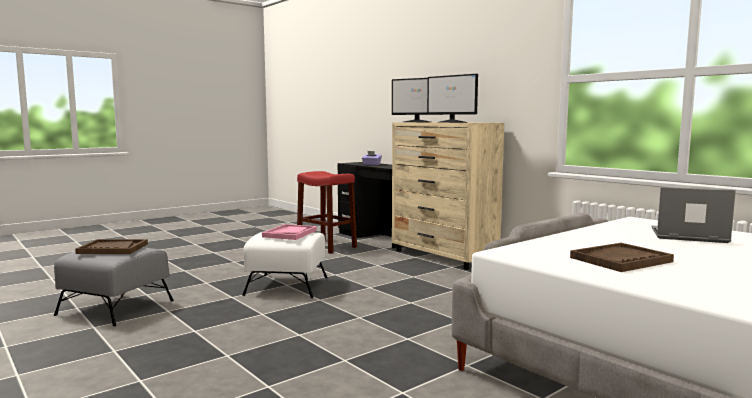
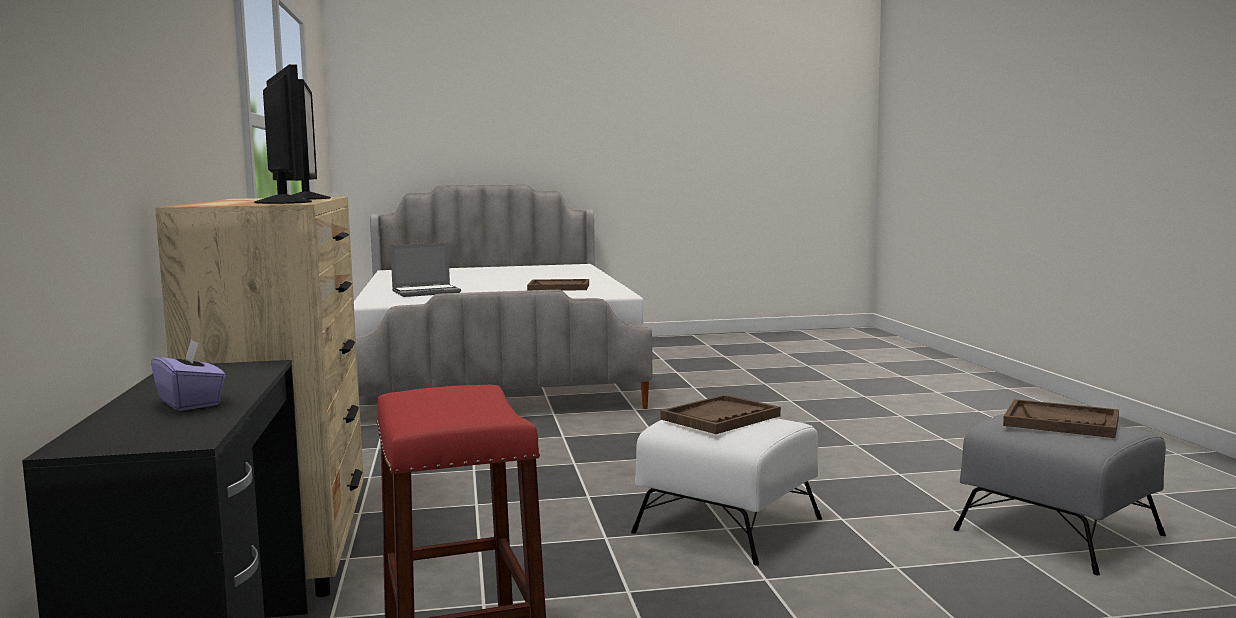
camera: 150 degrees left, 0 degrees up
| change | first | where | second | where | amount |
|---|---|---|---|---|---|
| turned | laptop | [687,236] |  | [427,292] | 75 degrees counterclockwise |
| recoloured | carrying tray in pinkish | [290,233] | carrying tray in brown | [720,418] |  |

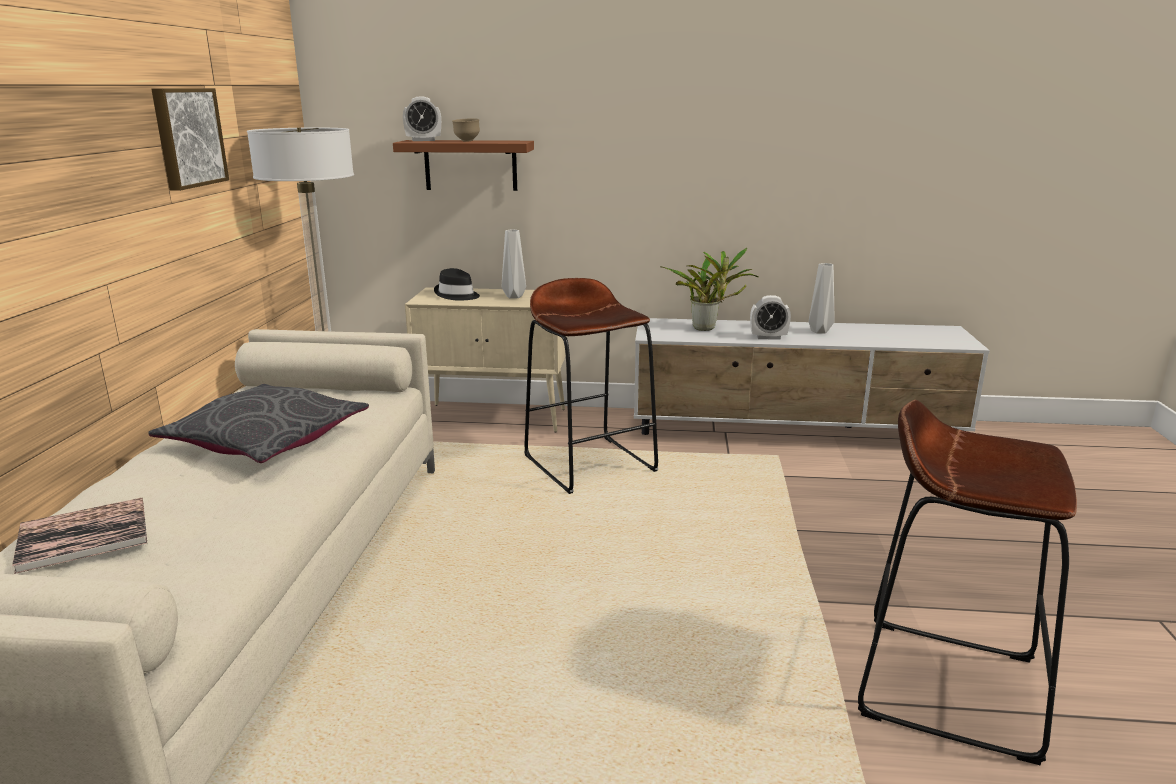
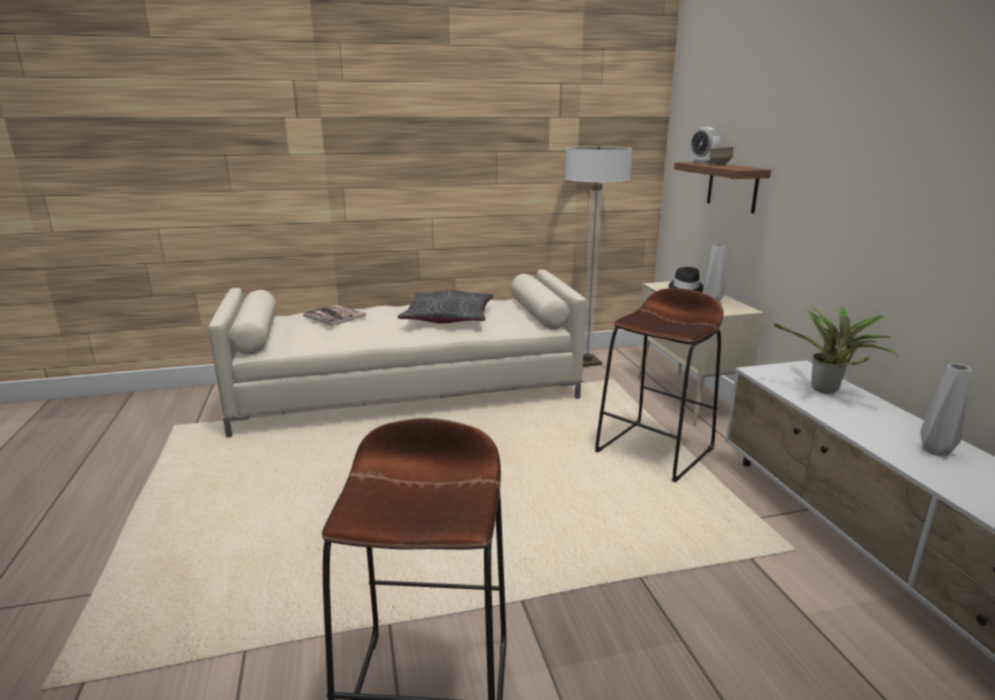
camera: 70 degrees right, 0 degrees up
| change | first | where | second | where | amount |
|---|---|---|---|---|---|
| removed | wall picture | [187,137] |  |  |  |
| removed | table clock | [768,337] |  |  |  |

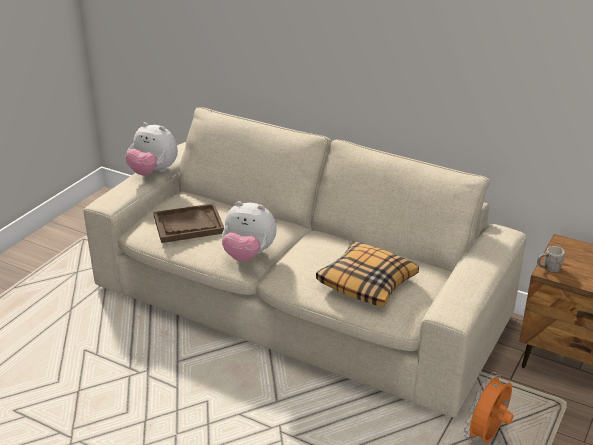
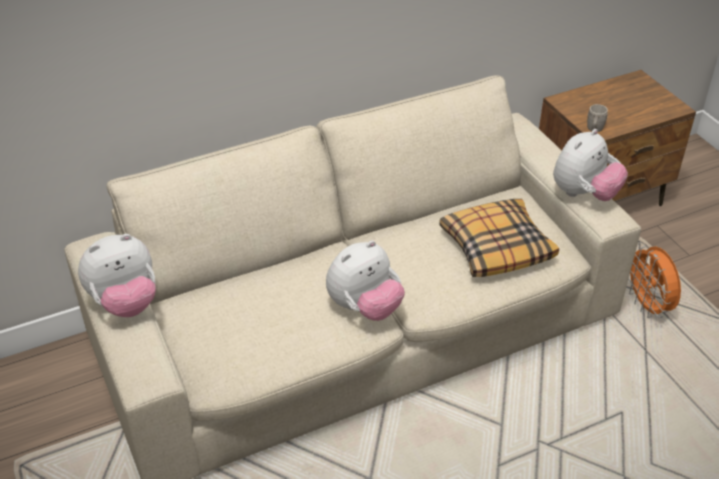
camera: 55 degrees left, 10 degrees up
| change | first | where | second | where | amount |
|---|---|---|---|---|---|
| added |  |  | plush toy | [584,194] |  |
| removed | carrying tray in brown | [188,225] |  |  |  |

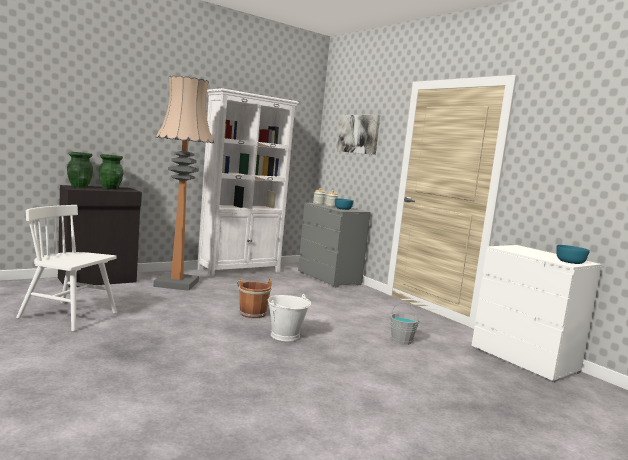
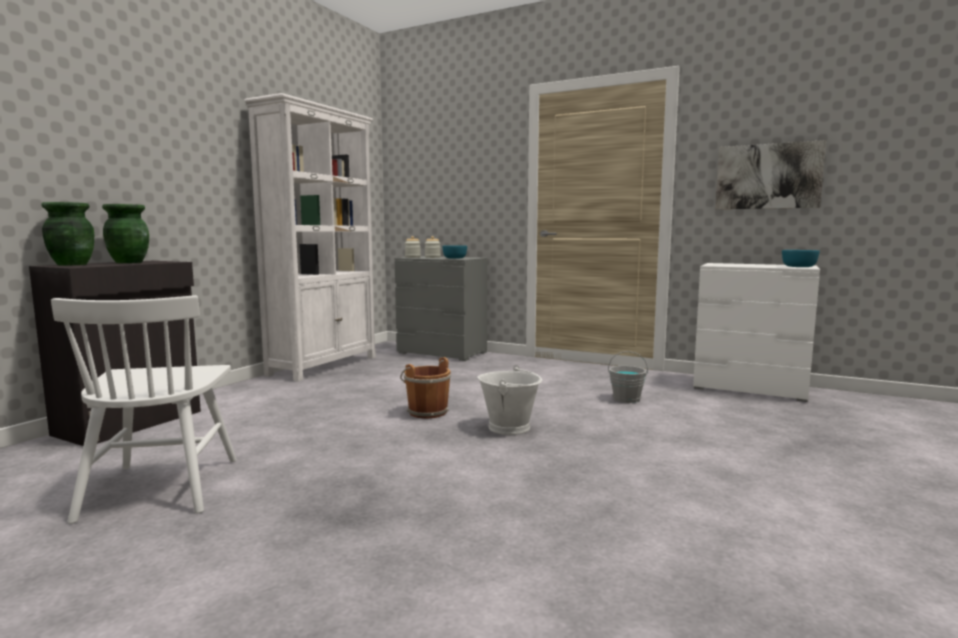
camera: 25 degrees left, 0 degrees up
| change | first | where | second | where | amount |
|---|---|---|---|---|---|
| turned | chair in whitish | [68,315] |  | [161,488] | 90 degrees counterclockwise |
| moved | wall picture | [358,134] |  | [768,176] |  |
| removed | floor lamp | [176,284] |  |  |  |

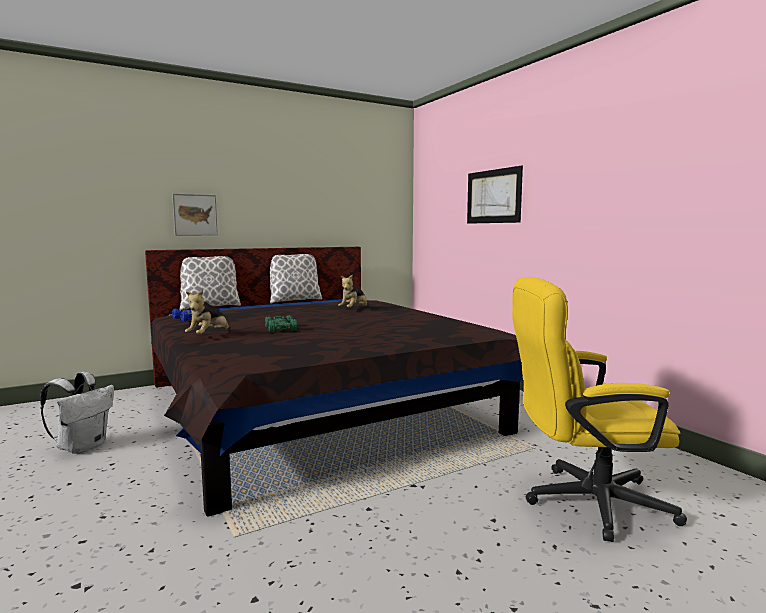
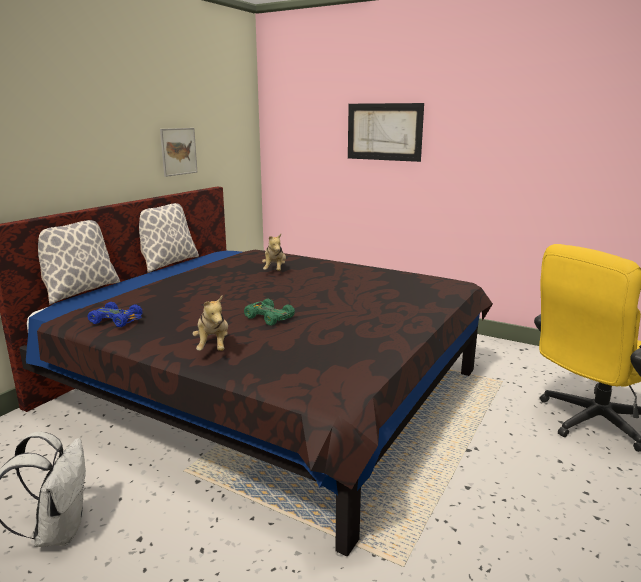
camera: 30 degrees left, 10 degrees up
| change | first | where | second | where | amount |
|---|---|---|---|---|---|
| moved | wall picture | [195,215] |  | [178,151] |  |

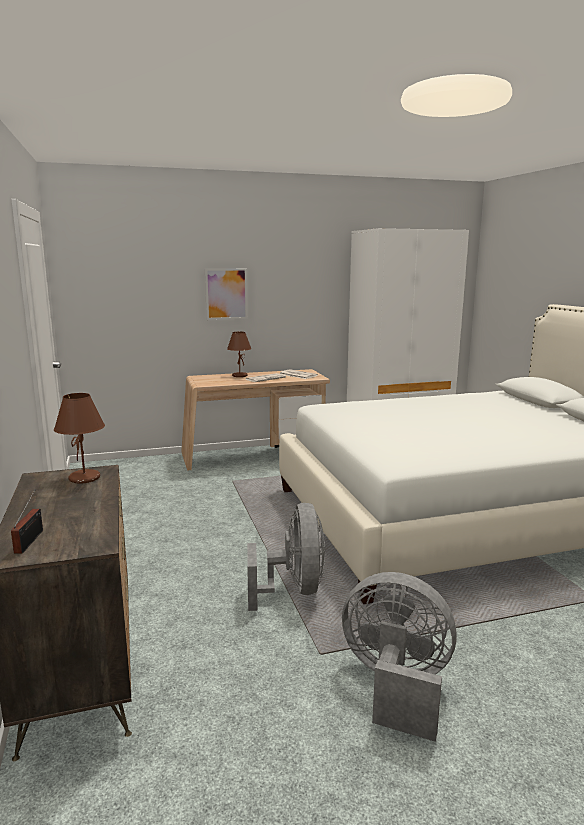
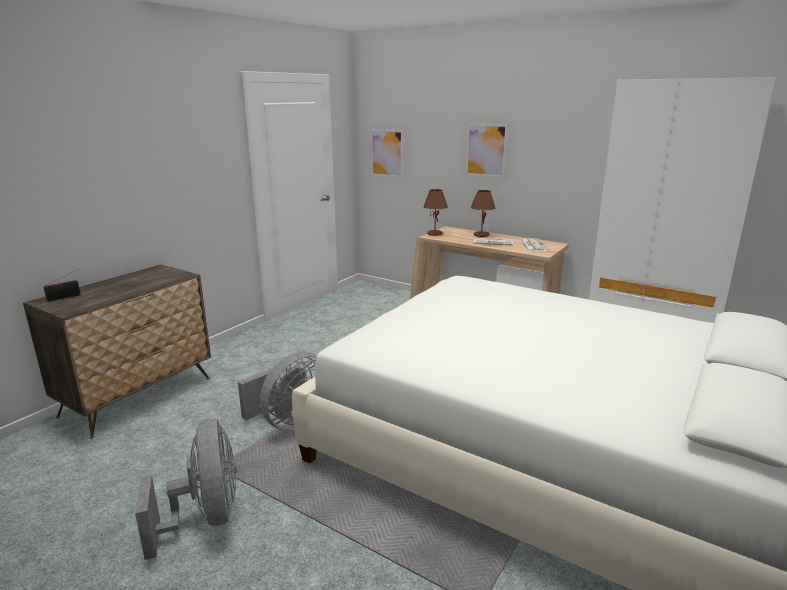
camera: 50 degrees right, 5 degrees up
| change | first | where | second | where | amount |
|---|---|---|---|---|---|
| added |  |  | wall picture | [387,153] |  |
| moved | table lamp in brown | [85,478] |  | [434,234] |  |

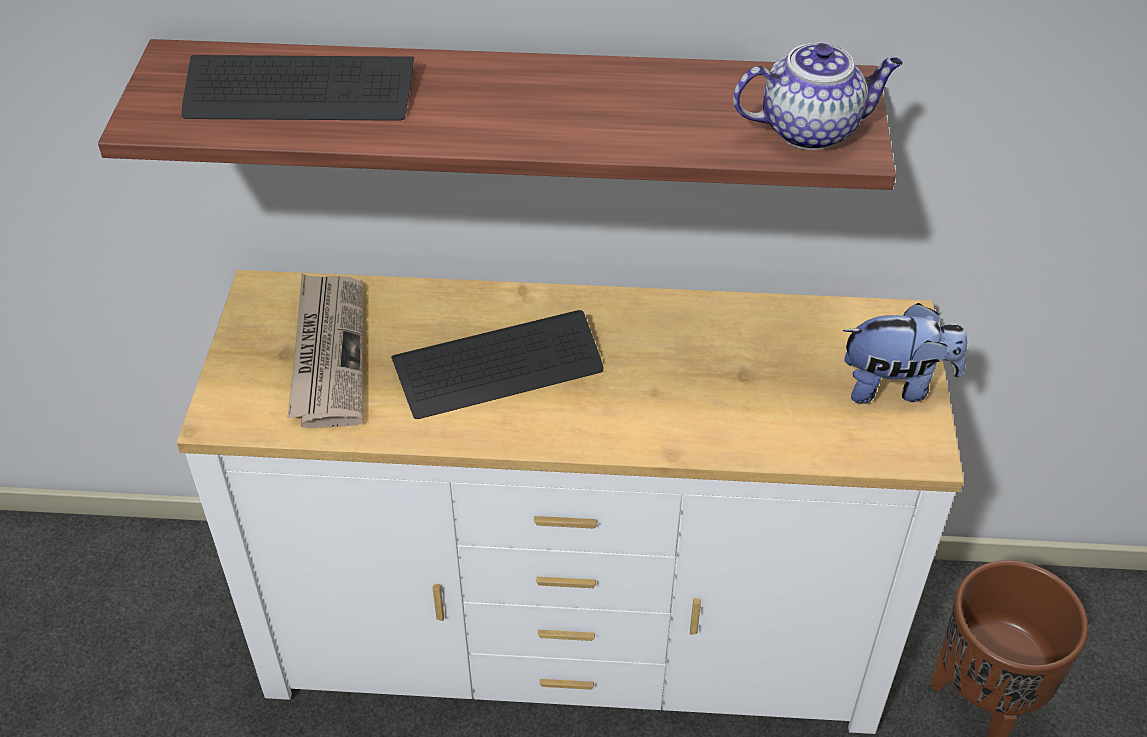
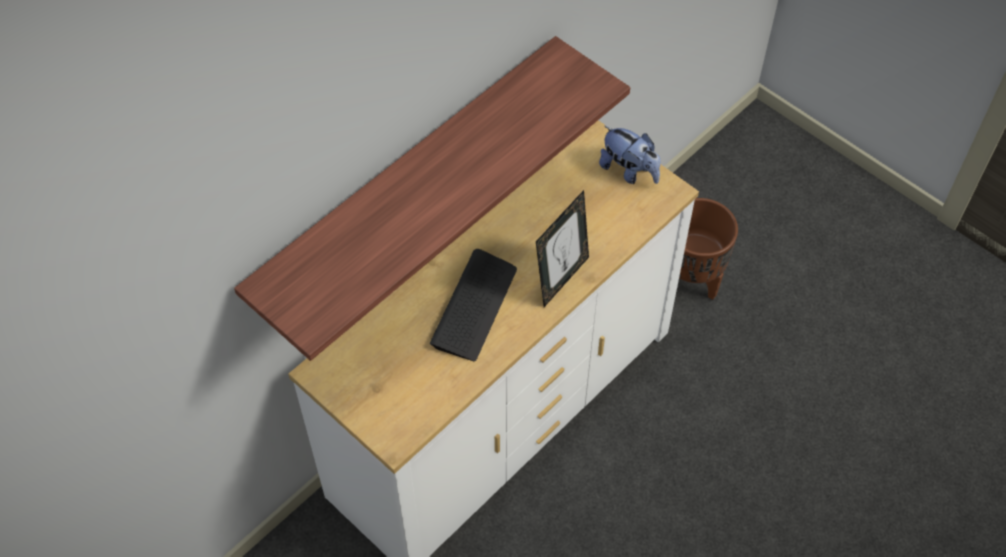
camera: 50 degrees left, 10 degrees up
| change | first | where | second | where | amount |
|---|---|---|---|---|---|
| added |  |  | standing frame | [561,278] |  |
| turned | plush toy | [895,386] |  | [629,171] | 90 degrees clockwise |
| removed | computer keyboard | [299,93] |  |  |  |
| removed | printed paper | [327,353] |  |  |  |
| removed | tea pot | [811,129] |  |  |  |

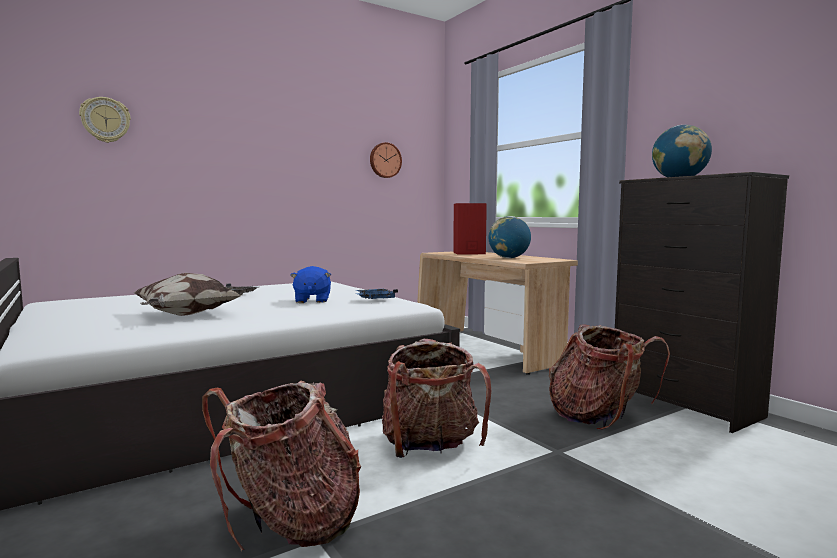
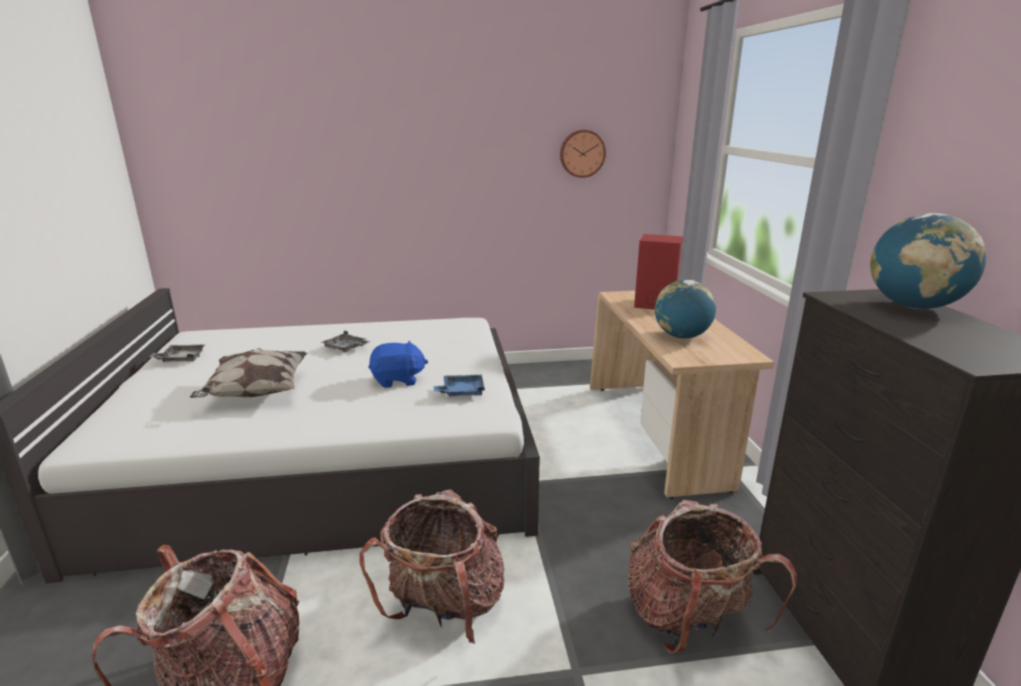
camera: 25 degrees right, 15 degrees up
| change | first | where | second | where | amount |
|---|---|---|---|---|---|
| added |  |  | carrying tray in greyish | [181,359] |  |
| turned | plush toy in bluish | [312,300] |  | [398,380] | 120 degrees counterclockwise |
| removed | hanging clock | [105,120] |  |  |  |

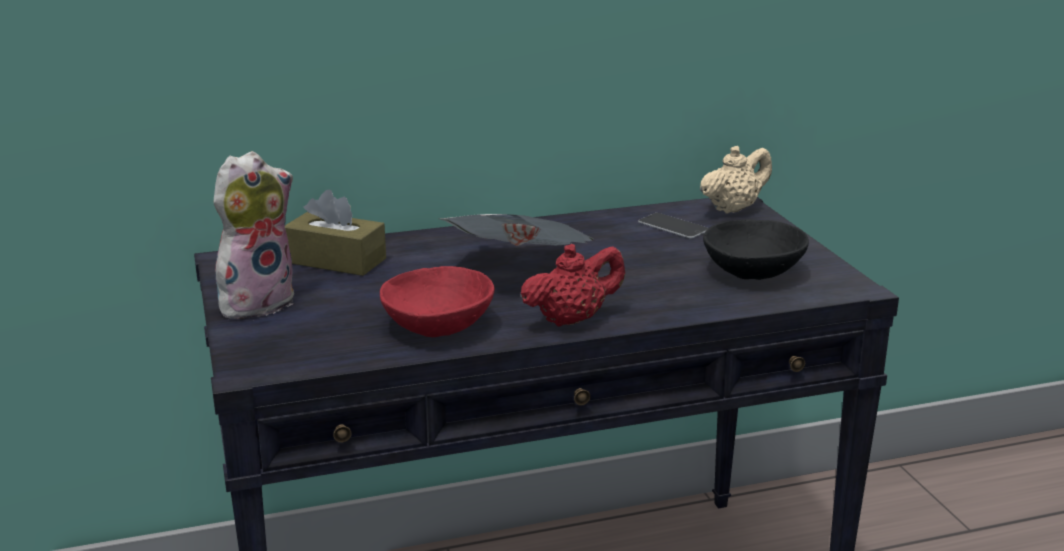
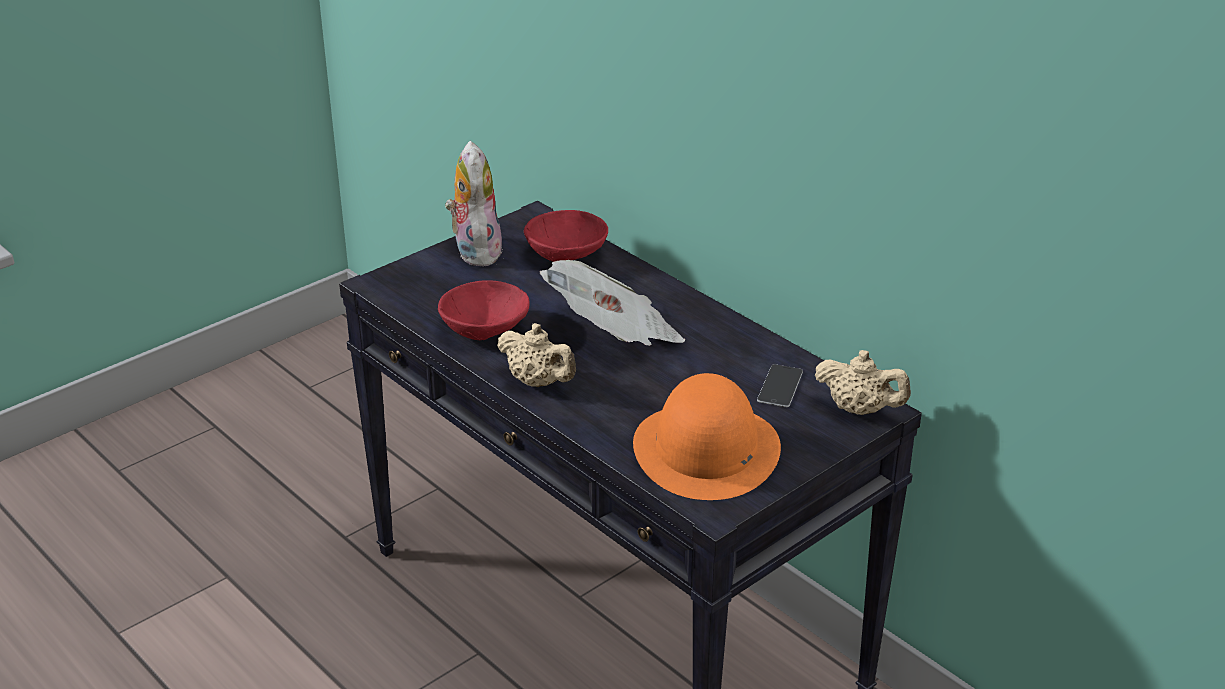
camera: 65 degrees right, 10 degrees up
| change | first | where | second | where | amount |
|---|---|---|---|---|---|
| turned | plush toy | [257,302] |  | [474,251] | 120 degrees counterclockwise |
| recoloured | tea pot in reddish | [572,319] | tea pot in beige | [538,382] |  |
| replaced | tissue holder in brown | [336,260] | serving bowl in reddish | [568,256] |  |
| replaced | serving bowl in black | [754,272] | wearable hat in orangey | [706,450] |  |

